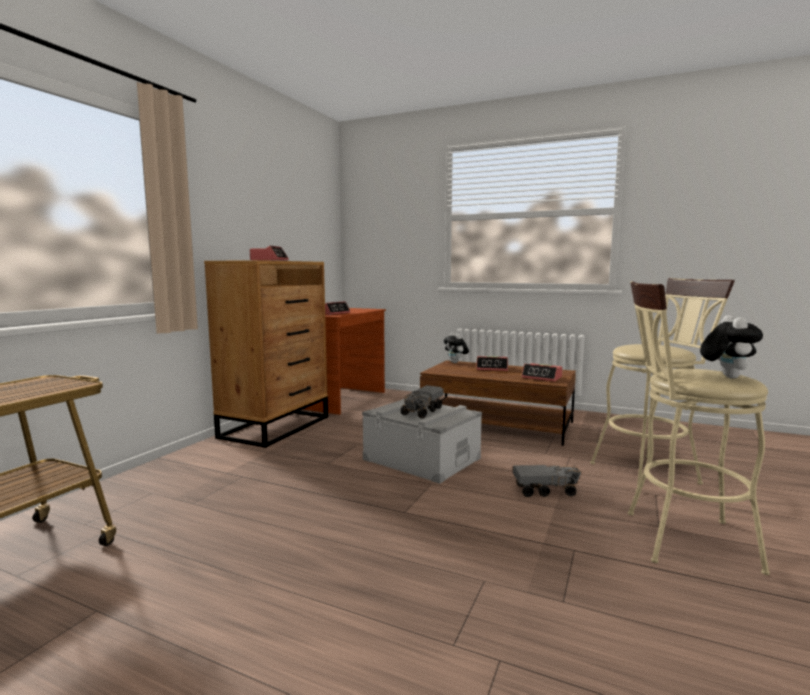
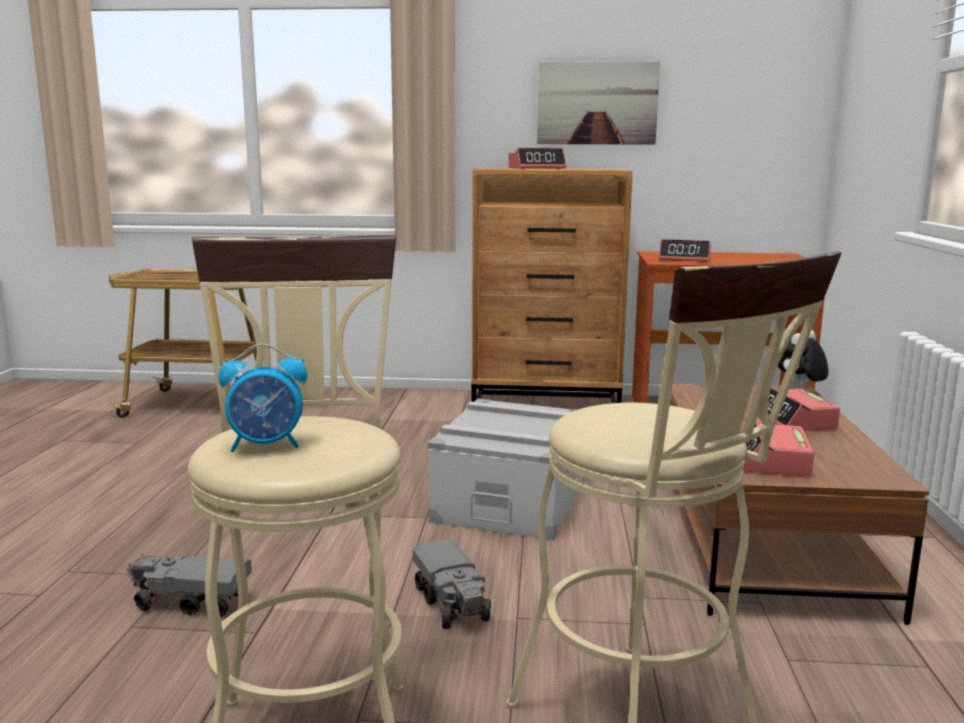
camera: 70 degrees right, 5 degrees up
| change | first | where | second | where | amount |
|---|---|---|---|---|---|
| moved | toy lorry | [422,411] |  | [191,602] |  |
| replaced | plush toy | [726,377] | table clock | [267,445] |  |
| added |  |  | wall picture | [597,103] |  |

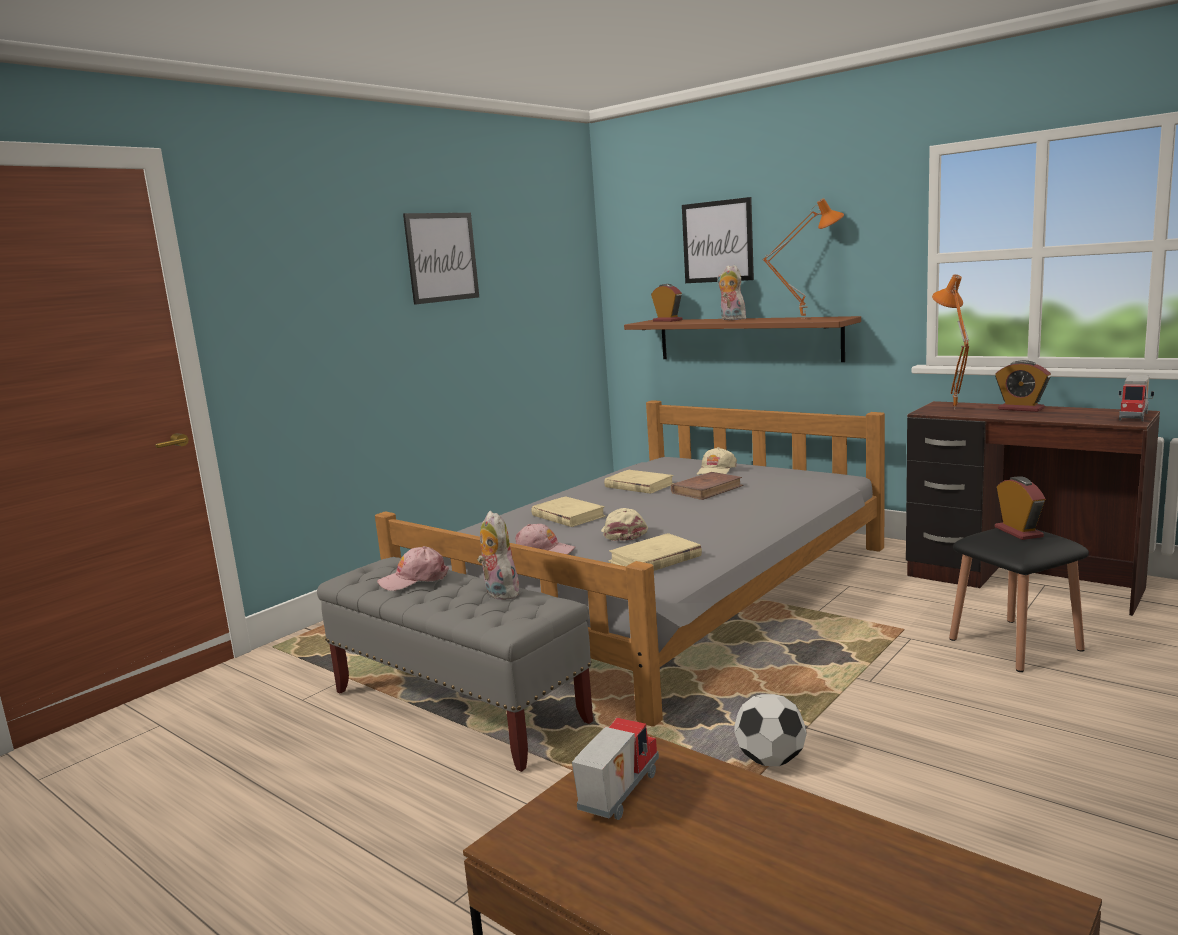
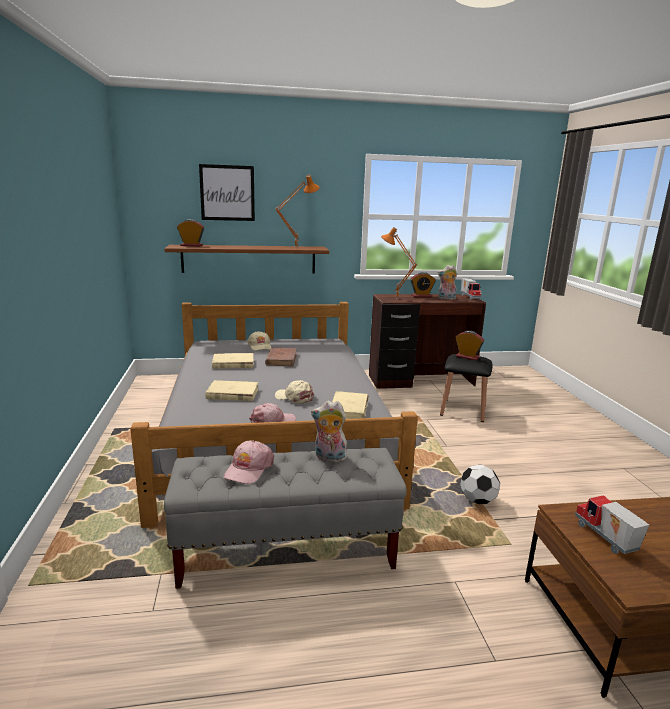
camera: 50 degrees left, 5 degrees up
| change | first | where | second | where | amount |
|---|---|---|---|---|---|
| moved | plush toy | [731,319] |  | [446,299] |  |
| removed | wall picture | [442,257] |  |  |  |

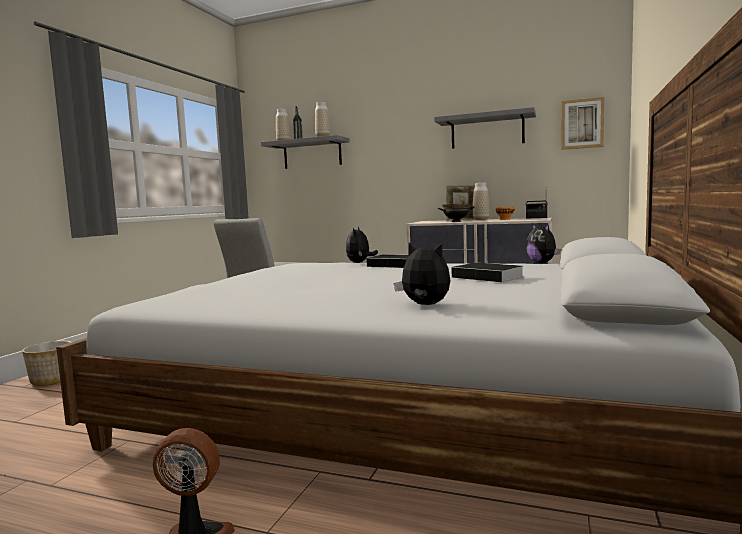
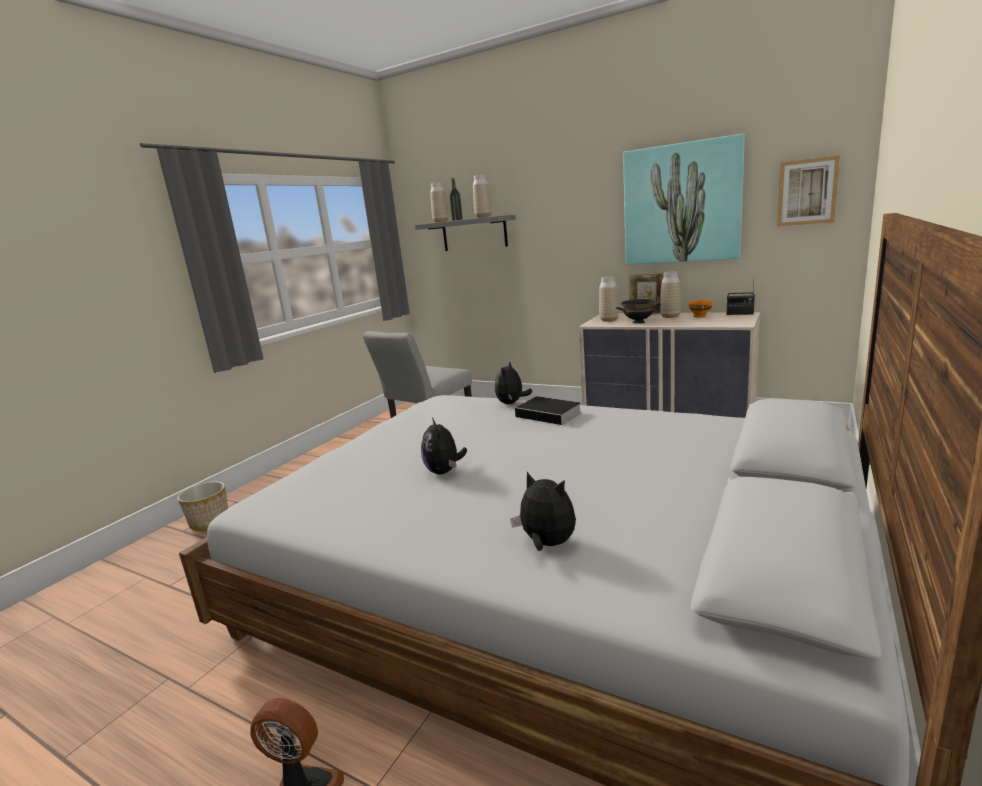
camera: 10 degrees right, 10 degrees up
| change | first | where | second | where | amount |
|---|---|---|---|---|---|
| moved | plush toy | [542,263] |  | [444,471] |  |
| added |  |  | decorative vase | [609,320] |  |
| replaced | bracket shelf in greyish | [487,131] | wall picture | [681,204] |  |
| removed | volume | [489,277] |  |  |  |

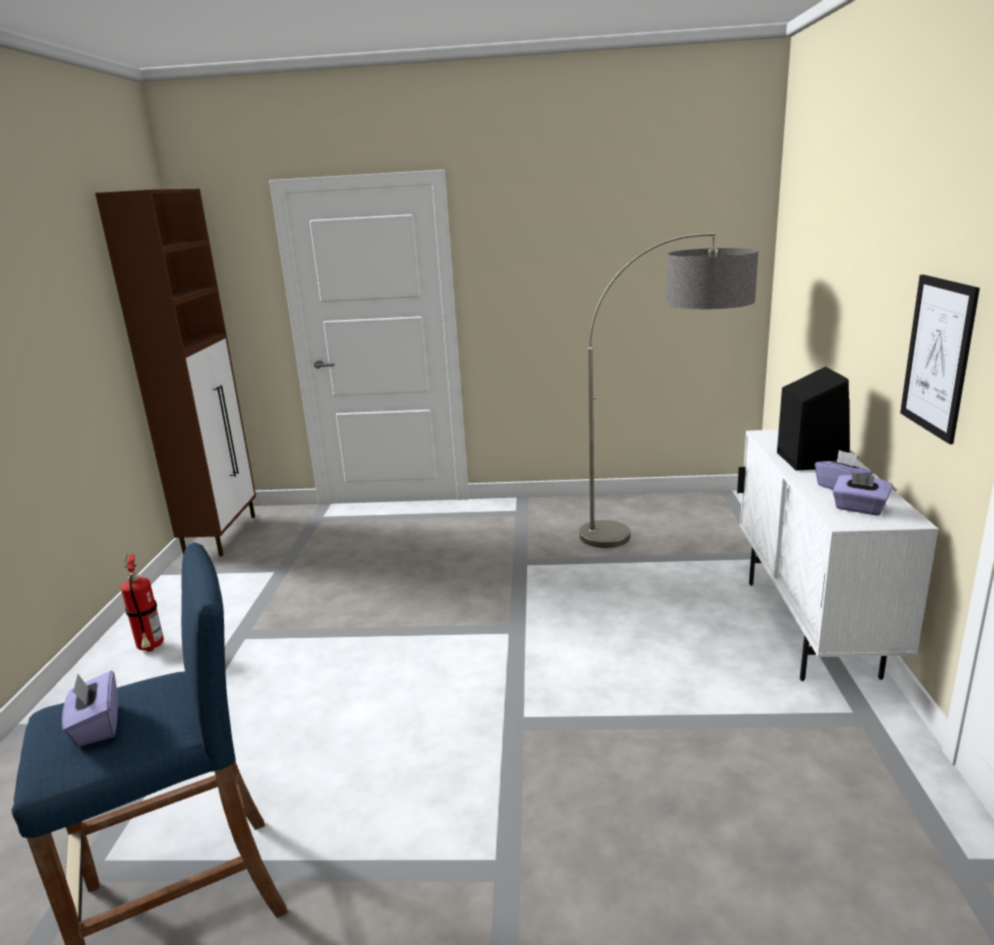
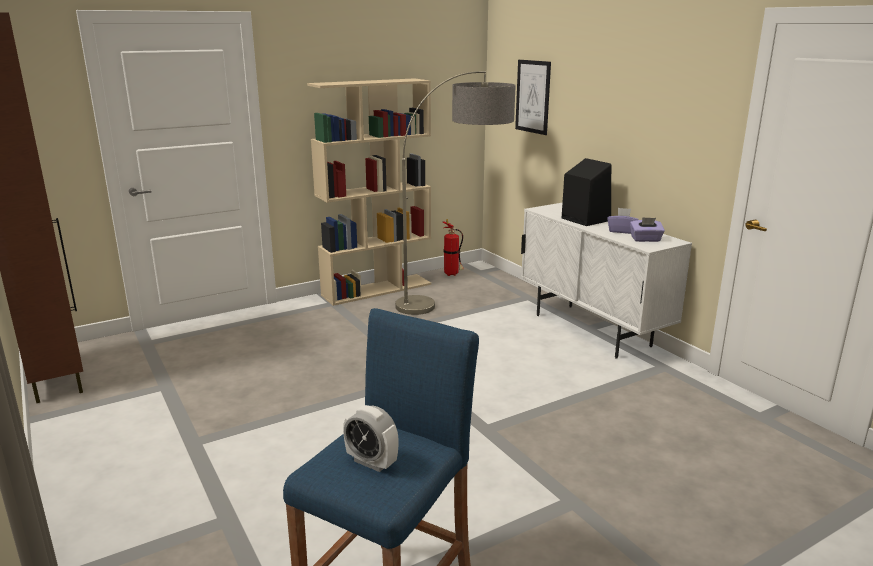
camera: 35 degrees left, 0 degrees up
| change | first | where | second | where | amount |
|---|---|---|---|---|---|
| added |  |  | shelving unit in beige | [377,289] |  |
| replaced | tissue holder in purple | [97,726] | table clock | [371,462] |  |
| moved | extinguisher | [151,648] |  | [452,275] |  |
| moved | wall picture | [937,356] |  | [533,96] |  |

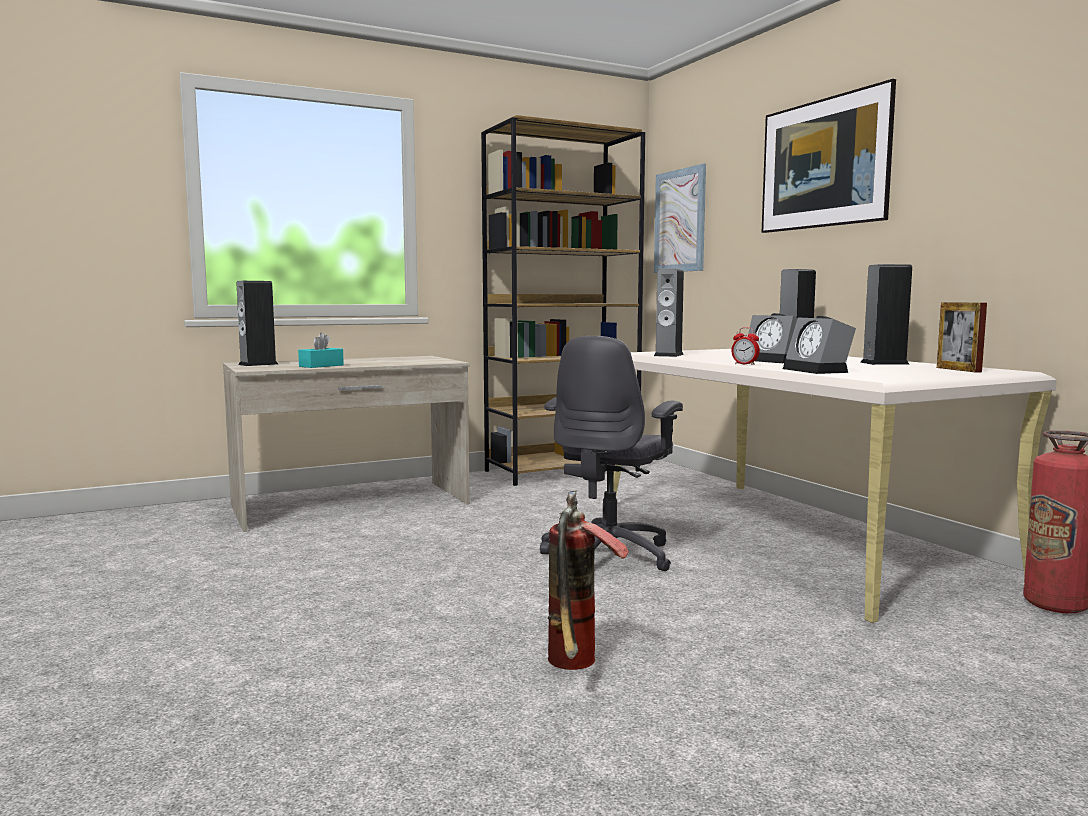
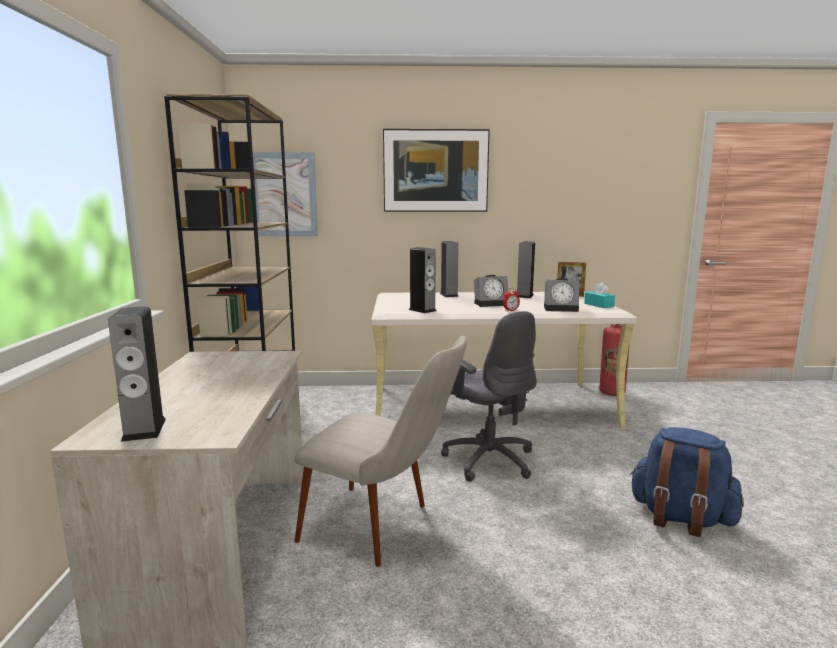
camera: 65 degrees left, 5 degrees up
| change | first | where | second | where | amount |
|---|---|---|---|---|---|
| added |  |  | chair in beige | [384,528] |  |
| moved | tissue holder in turquoise | [321,366] |  | [599,305] |  |
| replaced | extinguisher | [576,668] | knapsack in bluish | [680,518] |  |

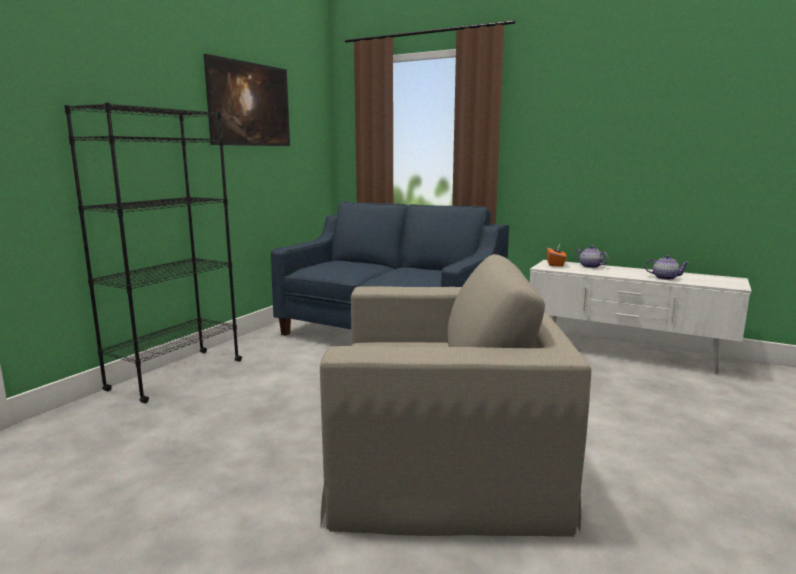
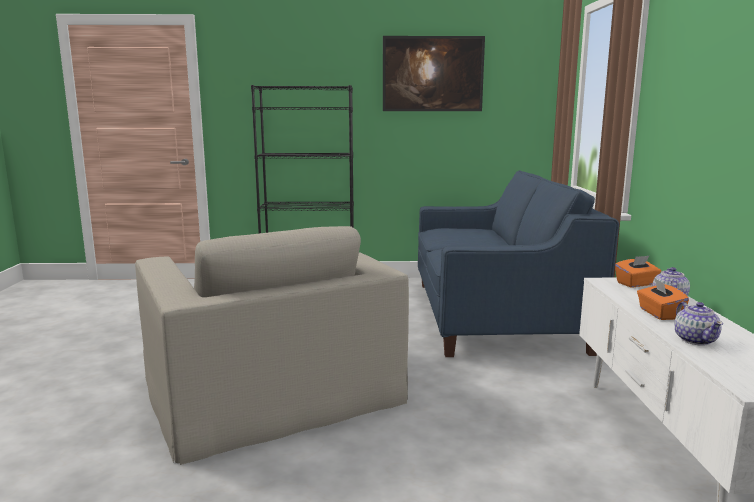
camera: 60 degrees right, 0 degrees up
| change | first | where | second | where | amount |
|---|---|---|---|---|---|
| added |  |  | tissue holder in orangey | [659,314] |  |

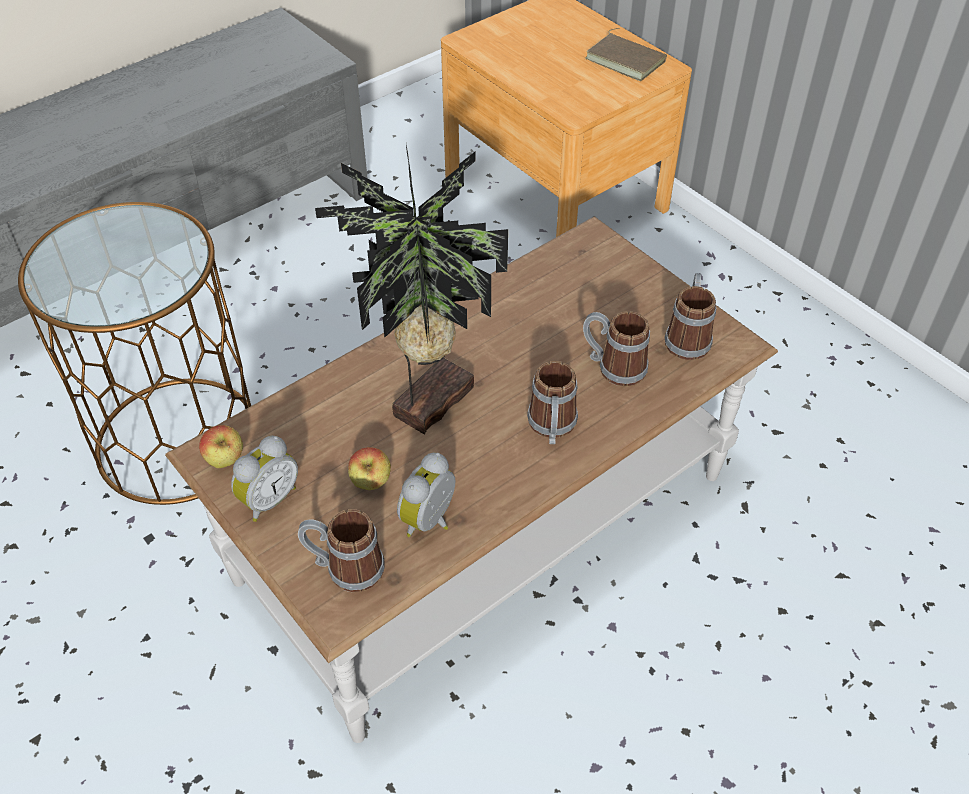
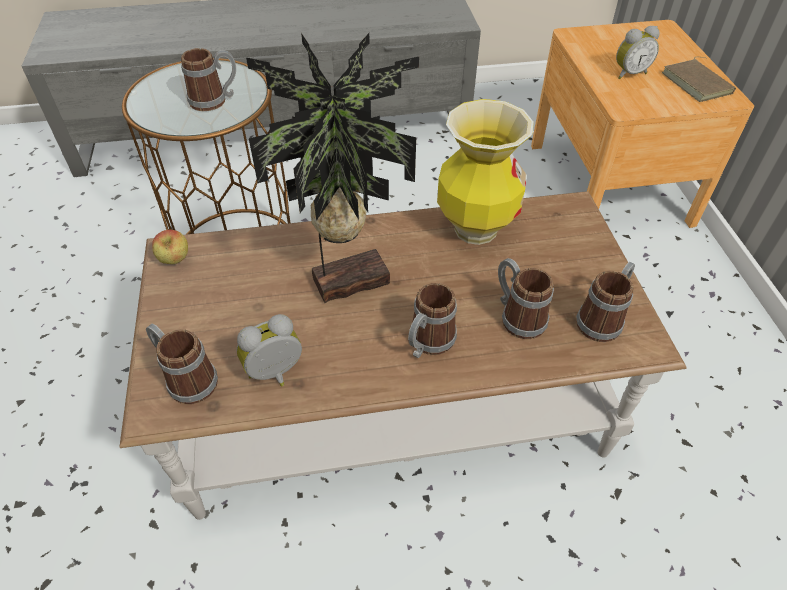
camera: 30 degrees right, 0 degrees up
| change | first | where | second | where | amount |
|---|---|---|---|---|---|
| added |  |  | mug | [215,100] |  |
| added |  |  | decorative vase | [475,229] |  |
| moved | table clock | [268,499] |  | [629,73] |  |
| removed | whole apple | [371,483] |  |  |  |

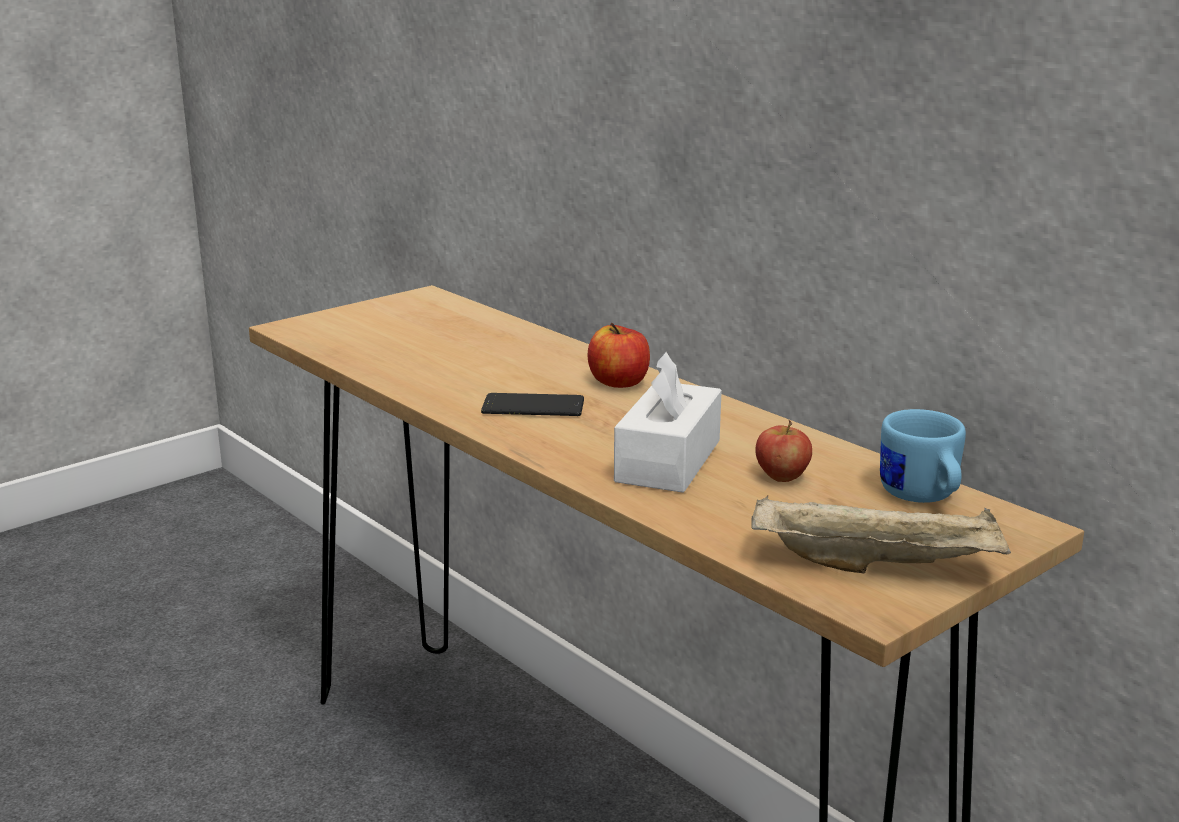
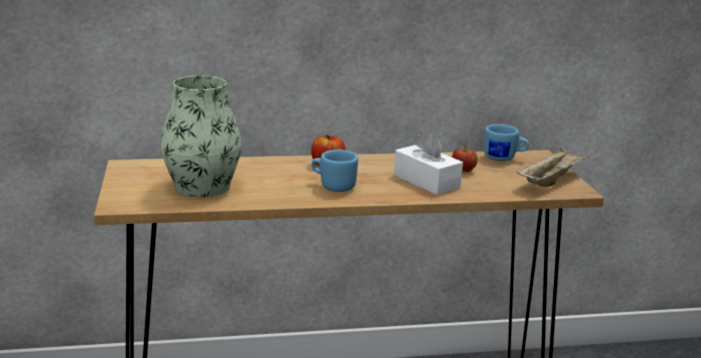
camera: 60 degrees left, 0 degrees up
| change | first | where | second | where | amount |
|---|---|---|---|---|---|
| added |  |  | decorative vase | [202,186] |  |
| replaced | handset | [533,407] | mug in bluish | [333,186] |  |

